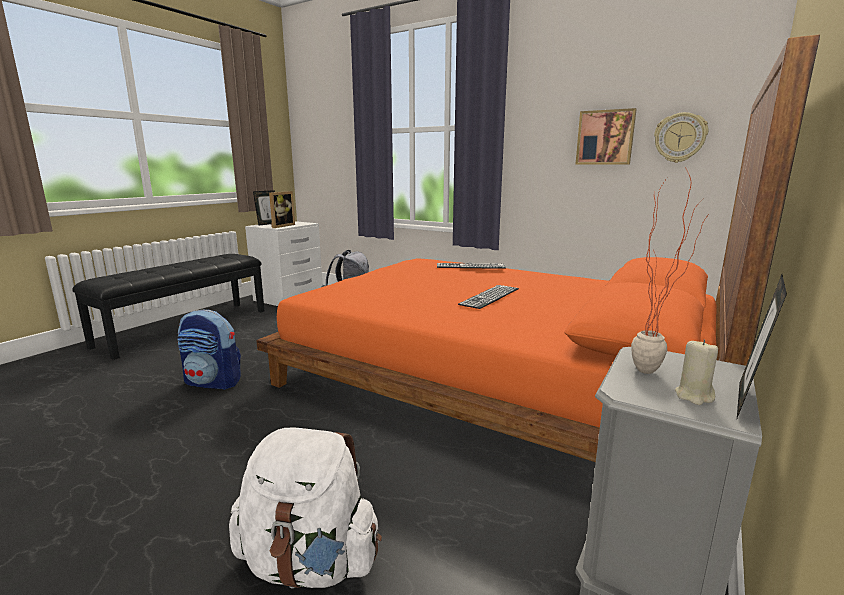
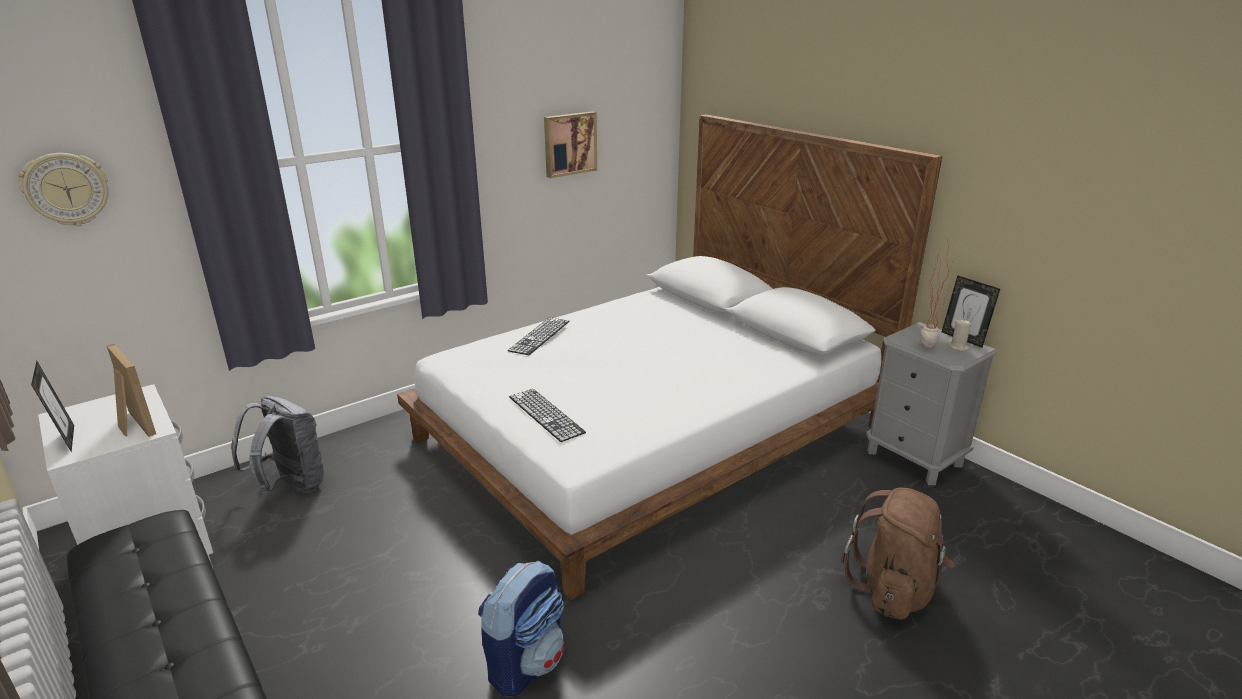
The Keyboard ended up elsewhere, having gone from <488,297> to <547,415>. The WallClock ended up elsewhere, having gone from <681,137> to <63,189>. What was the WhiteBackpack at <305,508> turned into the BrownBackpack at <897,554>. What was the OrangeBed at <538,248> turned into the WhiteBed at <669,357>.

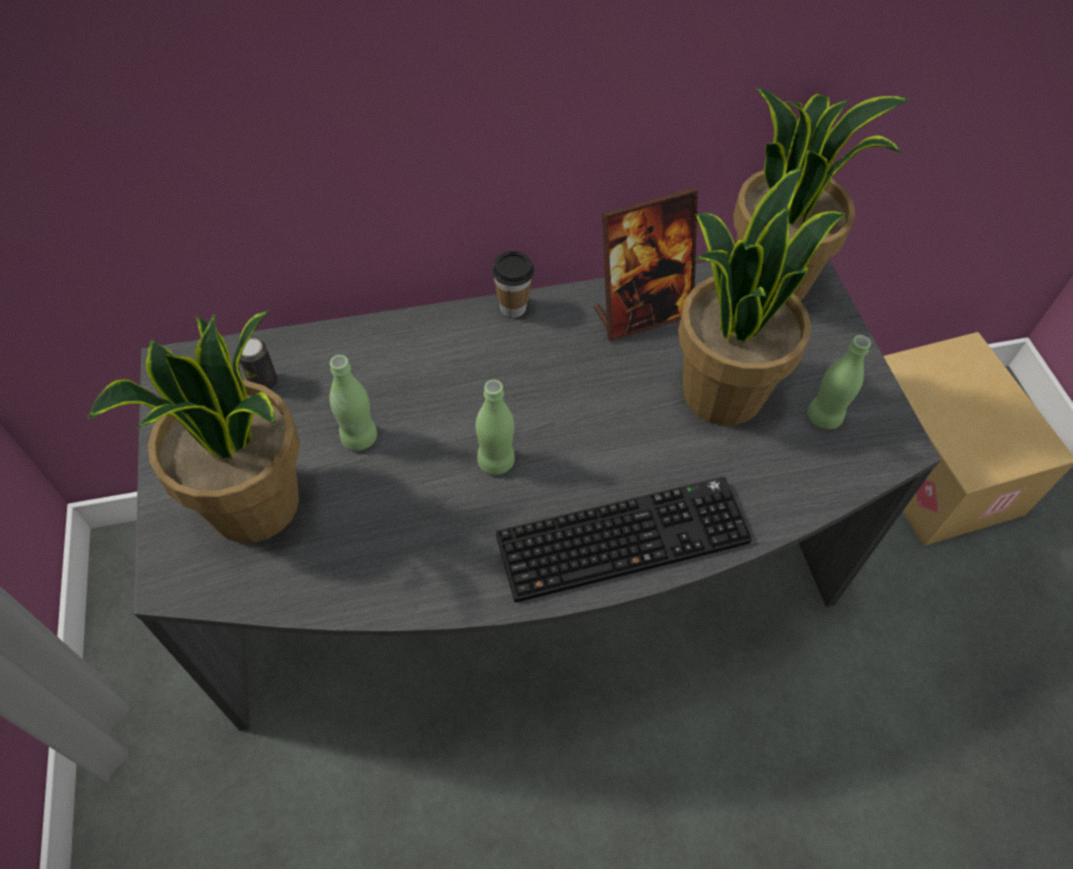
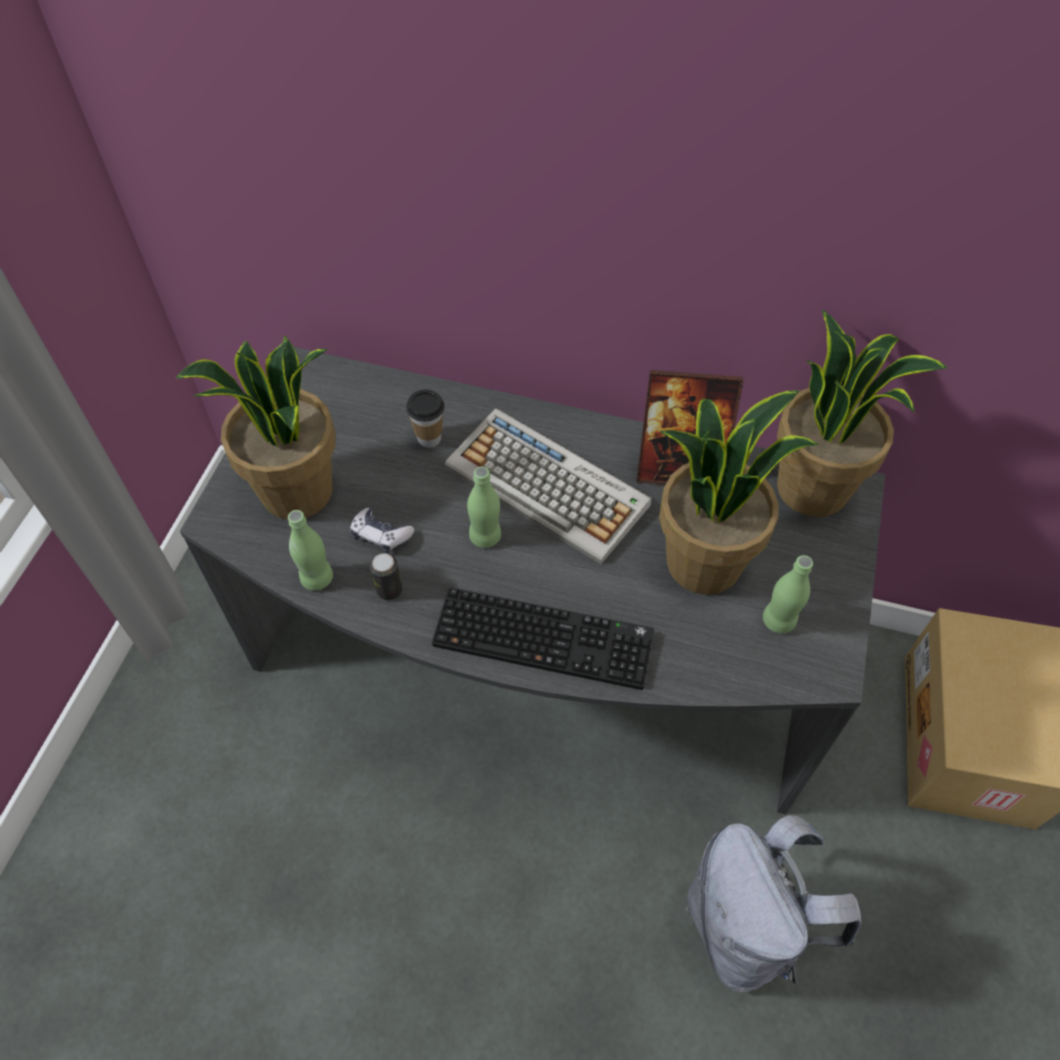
The second view gained the GameController at <382,530>. The second view gained the Keyboard at <548,486>. The second view gained the GreyBackpack at <774,903>. The Can ended up elsewhere, having gone from <259,364> to <386,576>. The GreenBottle ended up elsewhere, having gone from <353,402> to <310,550>. The Cup ended up elsewhere, having gone from <513,284> to <425,418>.

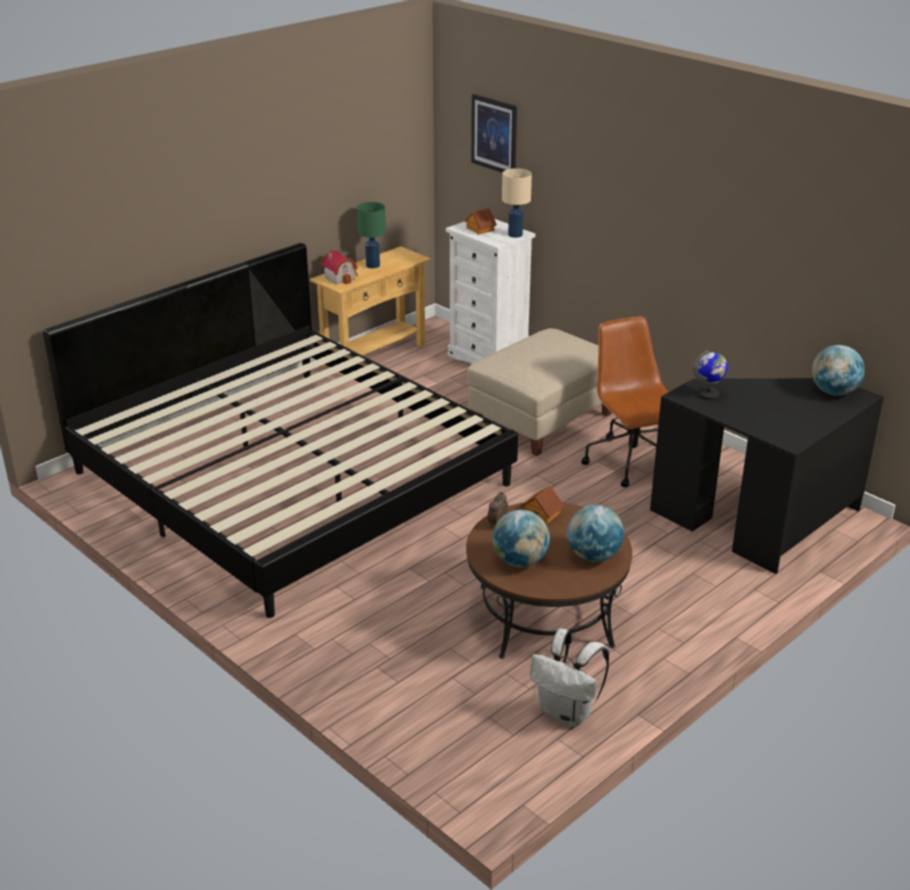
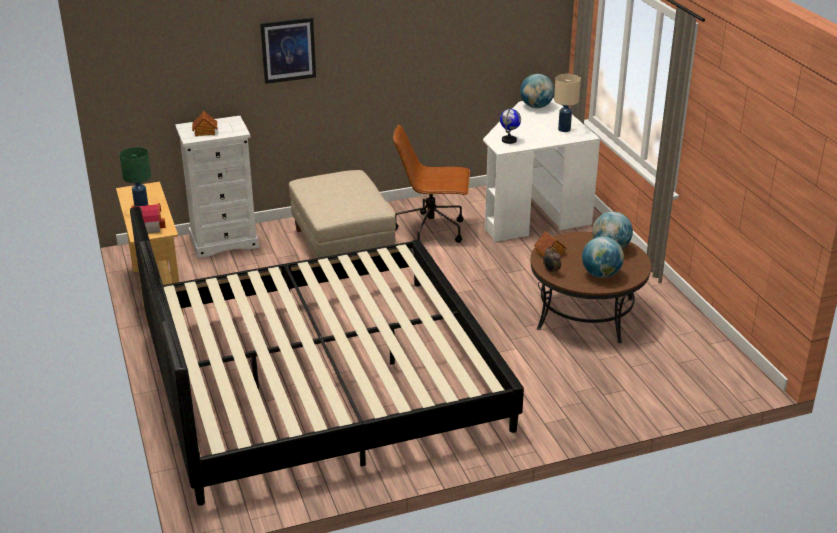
The second view lost the WhiteBackpack at <569,678>. The Picture ended up elsewhere, having gone from <494,133> to <288,50>. The BeigeTableLamp ended up elsewhere, having gone from <517,203> to <567,103>. What was the BlackDesk at <767,476> turned into the WhiteDesk at <541,170>.

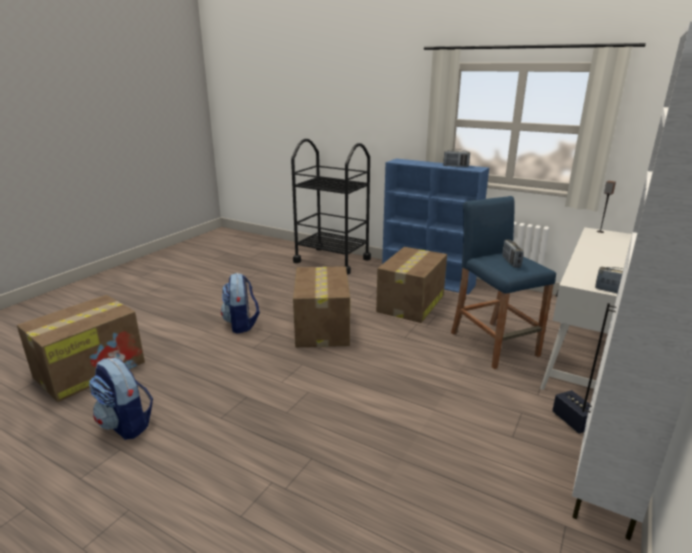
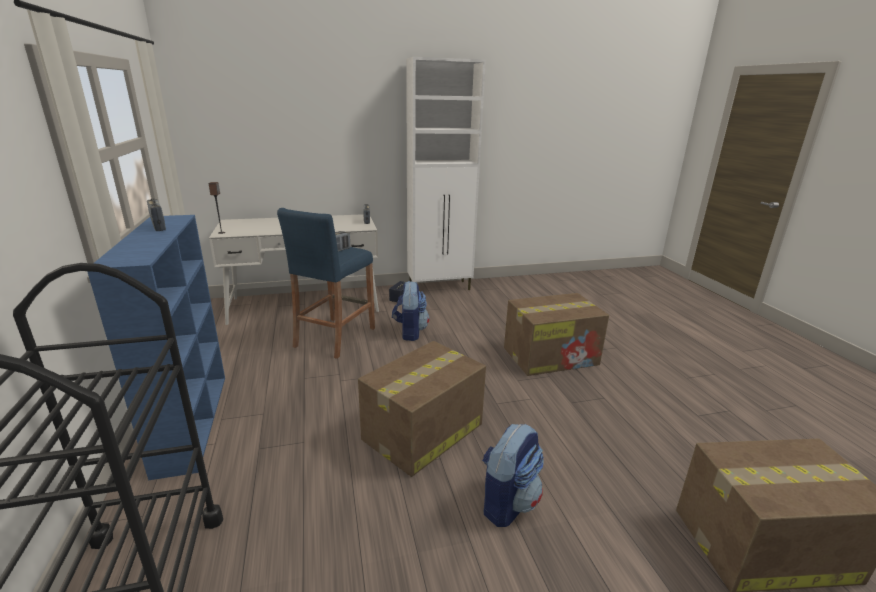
The Backpack ended up elsewhere, having gone from <121,399> to <410,311>. The CardboardBox ended up elsewhere, having gone from <411,285> to <556,334>.

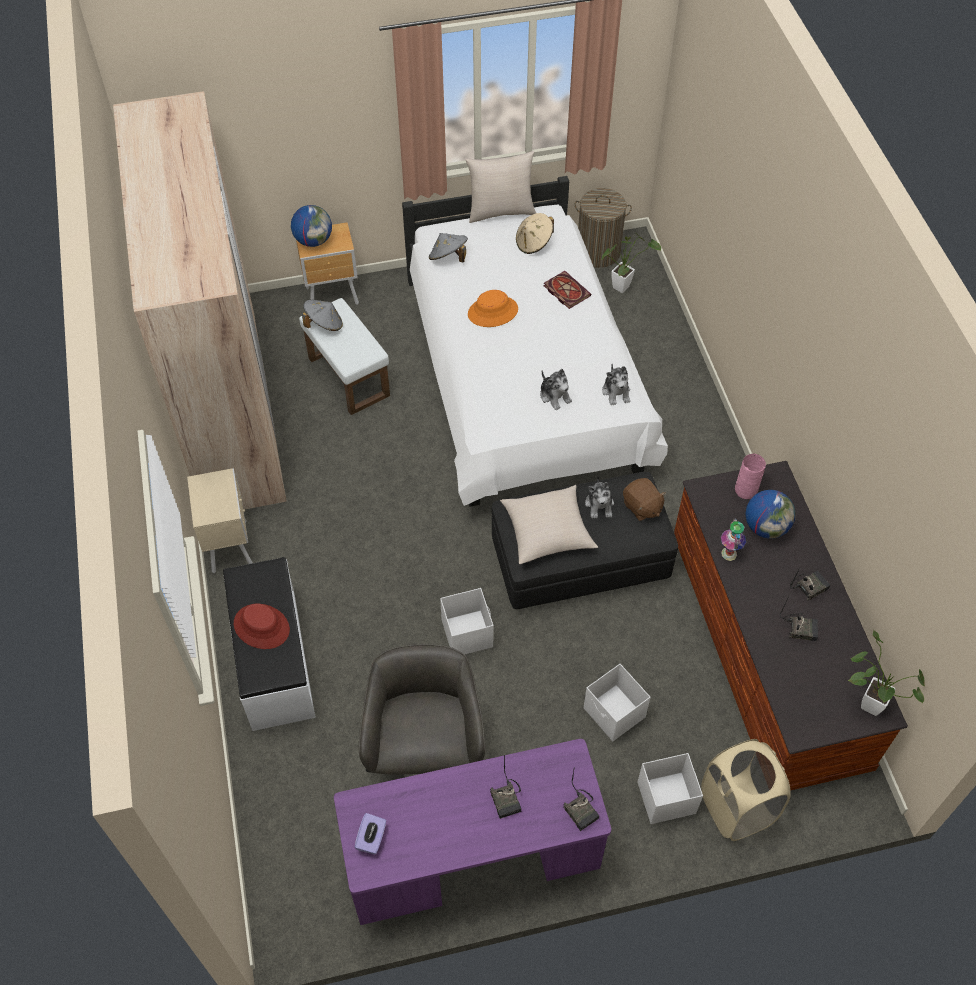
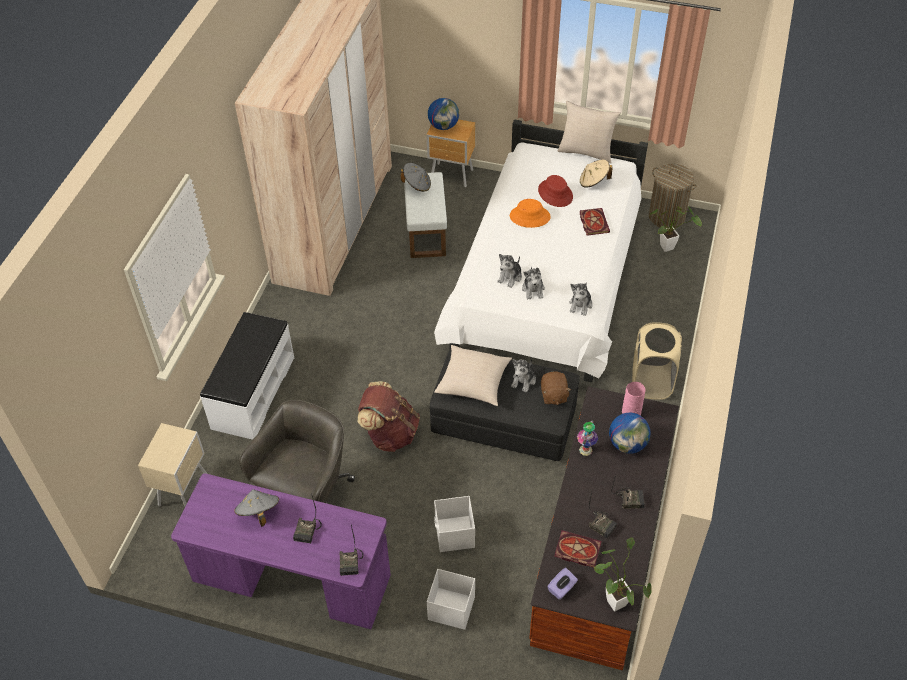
The second view gained the PlushToy at <509,271>. The second view gained the Book at <578,549>. The BeigeNightstand ended up elsewhere, having gone from <220,520> to <173,465>. The RedHat ended up elsewhere, having gone from <262,626> to <555,191>. The PurpleTissueBox ended up elsewhere, having gone from <370,833> to <562,584>. The GreyHat ended up elsewhere, having gone from <448,248> to <256,508>. The BeigeLaundryBasket ended up elsewhere, having gone from <746,790> to <657,361>. Where the WhiteStorageBox stood at <466,621>, the BrownBackpack came to stand at <389,416>.

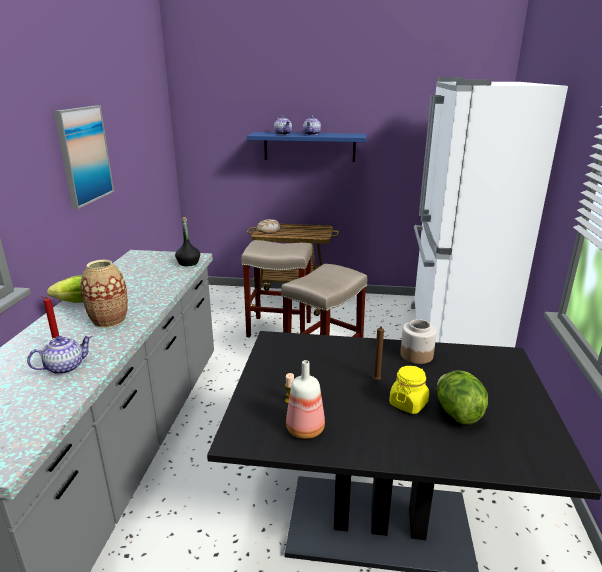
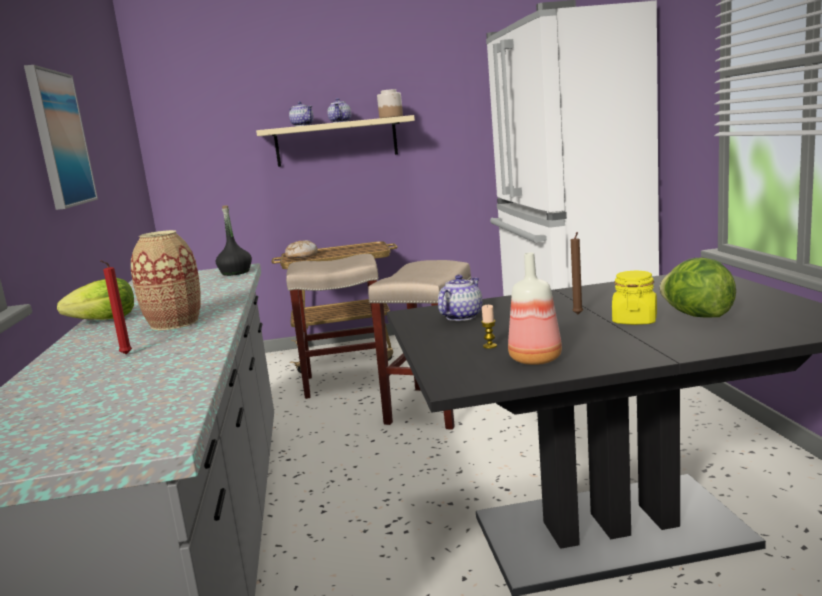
The Teapot ended up elsewhere, having gone from <59,355> to <460,298>. The Jar ended up elsewhere, having gone from <418,341> to <390,103>. What was the BlueShelf at <307,147> turned into the BeigeShelf at <335,141>.

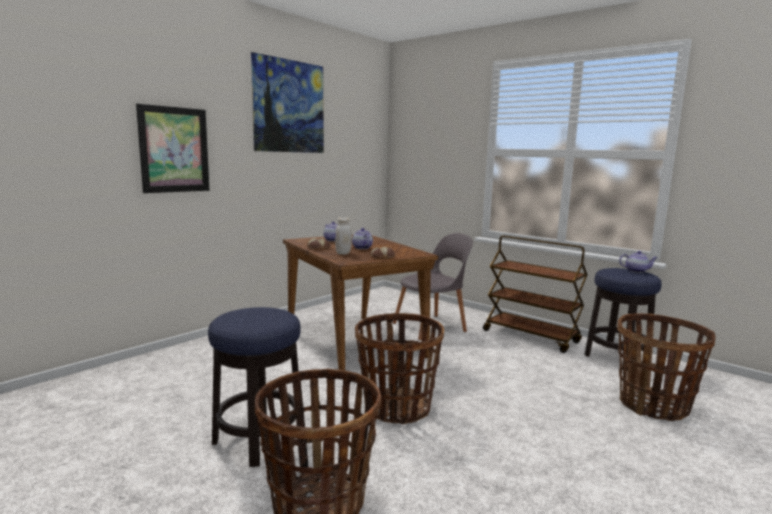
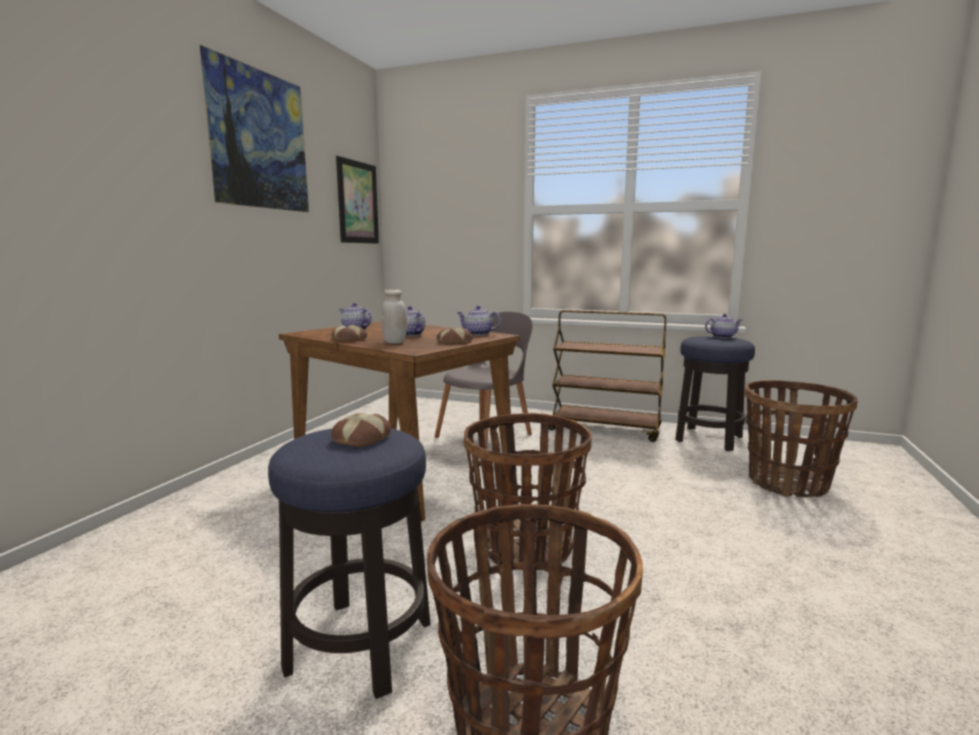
The second view gained the Bread at <361,430>. The second view gained the Teapot at <479,320>. The Picture ended up elsewhere, having gone from <172,148> to <357,200>.

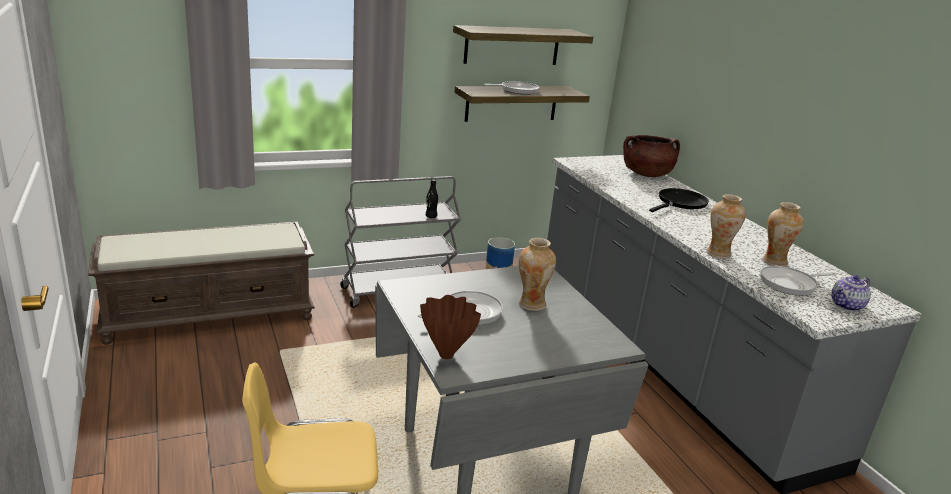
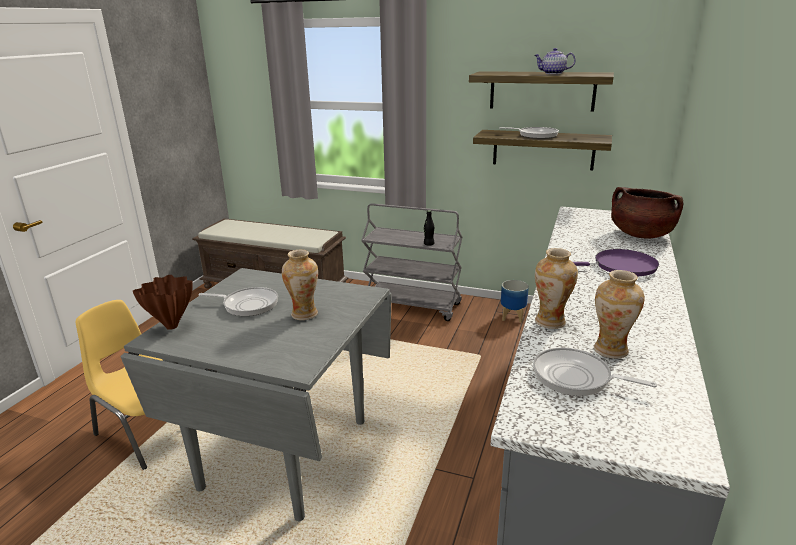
The Teapot ended up elsewhere, having gone from <851,293> to <555,61>. What was the BlackFryingPan at <679,200> turned into the PurpleFryingPan at <616,263>.

